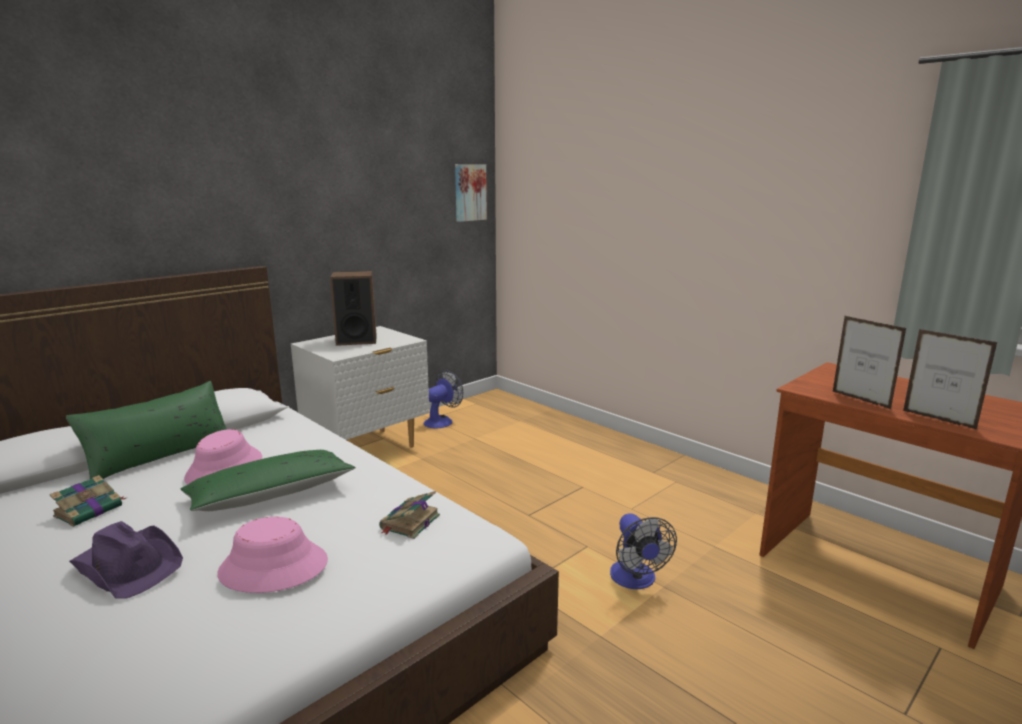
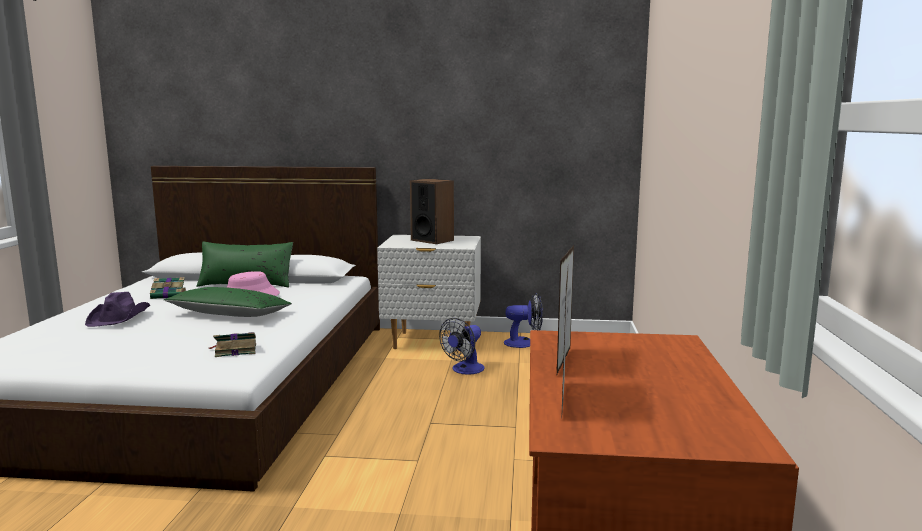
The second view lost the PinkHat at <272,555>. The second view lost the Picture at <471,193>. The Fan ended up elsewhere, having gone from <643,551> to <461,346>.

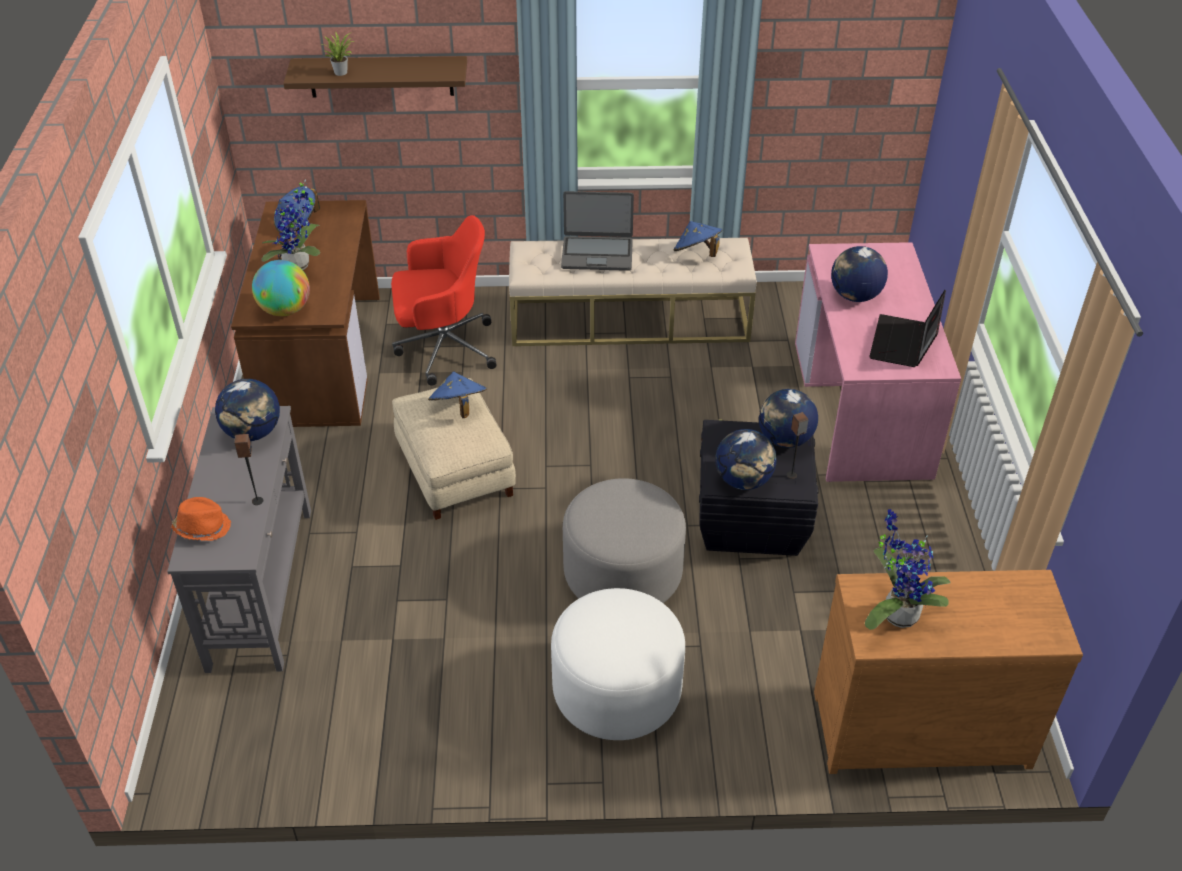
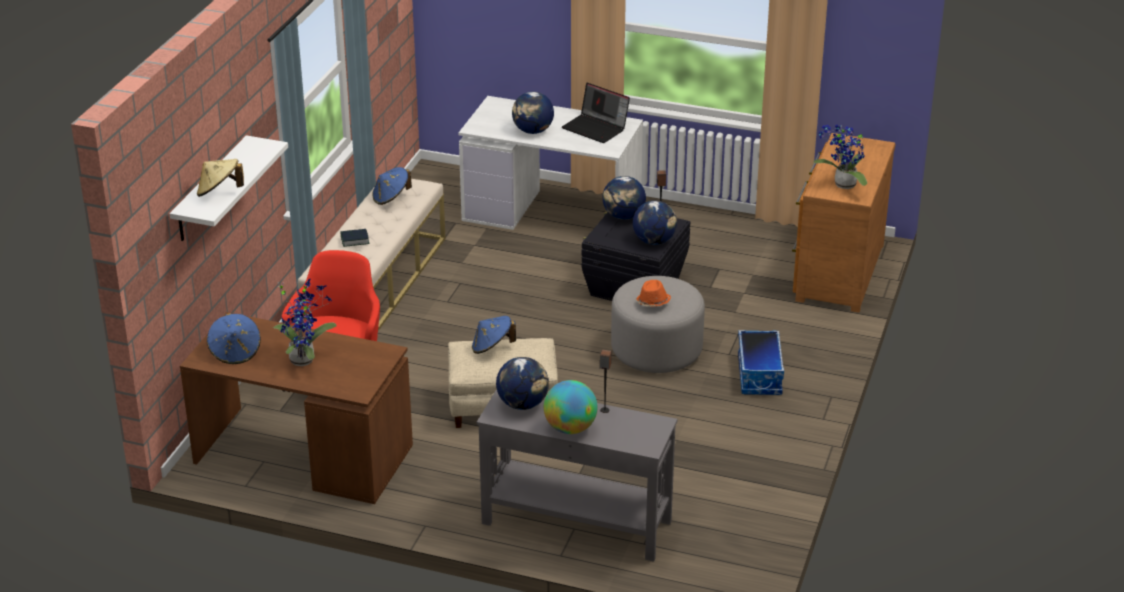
The OrangeHat ended up elsewhere, having gone from <201,519> to <653,293>. The Globe ended up elsewhere, having gone from <281,288> to <571,407>. Where the PottedPlant stood at <339,54>, the BeigeHat came to stand at <220,178>. Where the WhiteOttoman stood at <618,664>, the StorageBox came to stand at <761,362>. Where the Laptop stood at <597,231>, the Book came to stand at <354,238>. What was the BrownShelf at <375,77> turned into the WhiteShelf at <228,188>. What was the PinkDesk at <878,362> turned into the WhiteDesk at <551,163>.

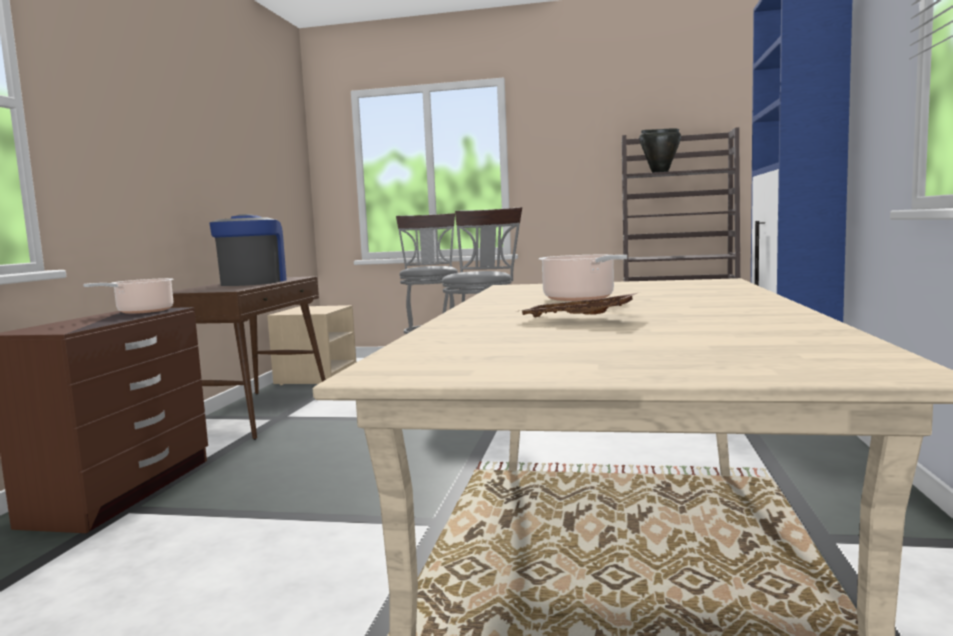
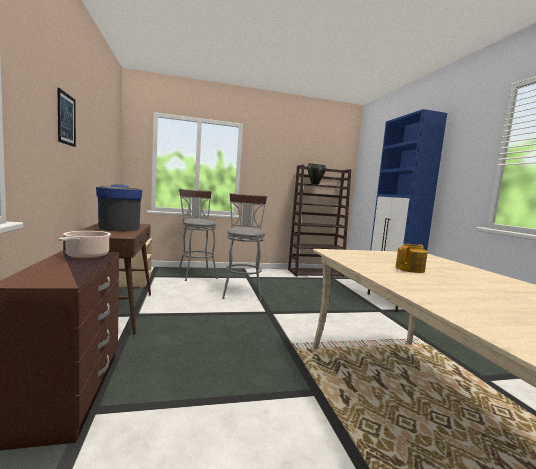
The second view lost the BrownTray at <581,304>. The second view gained the Picture at <67,117>. Where the CookingPot stood at <583,278>, the Teapot came to stand at <411,258>.

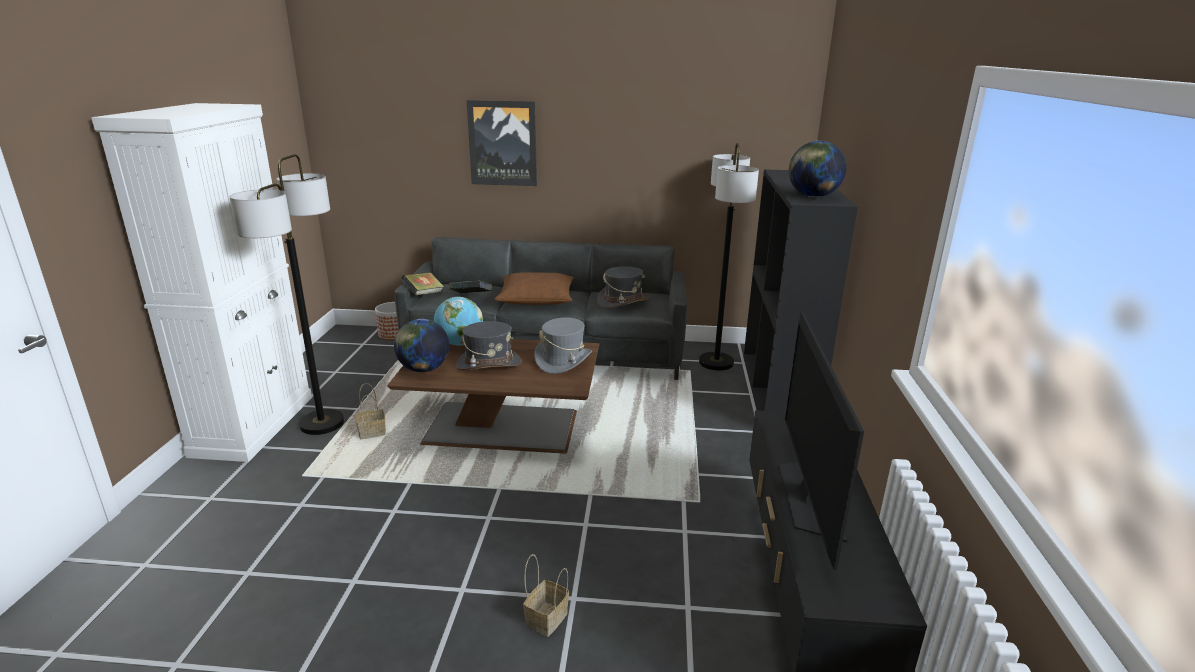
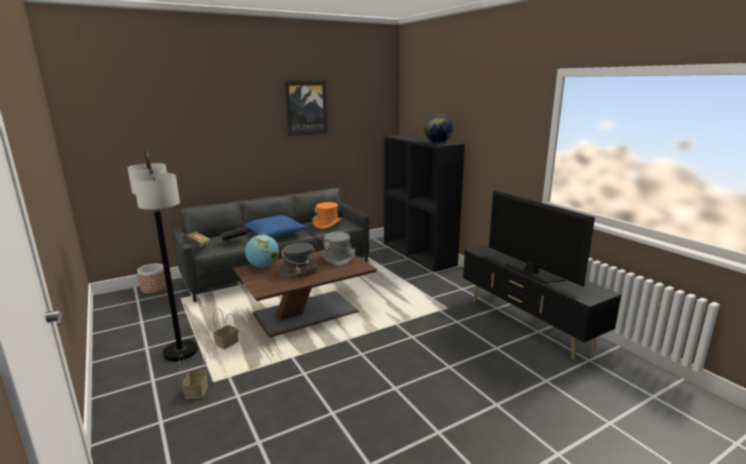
The second view lost the WhiteCabinet at <201,282>. The second view lost the Globe at <421,345>. The second view lost the FloorLamp at <729,256>. The Picture ended up elsewhere, having gone from <502,143> to <306,108>. The Basket ended up elsewhere, having gone from <546,595> to <193,376>. What was the BrownPillow at <534,288> turned into the BluePillow at <275,226>. What was the GreyHat at <623,287> turned into the OrangeHat at <327,215>.

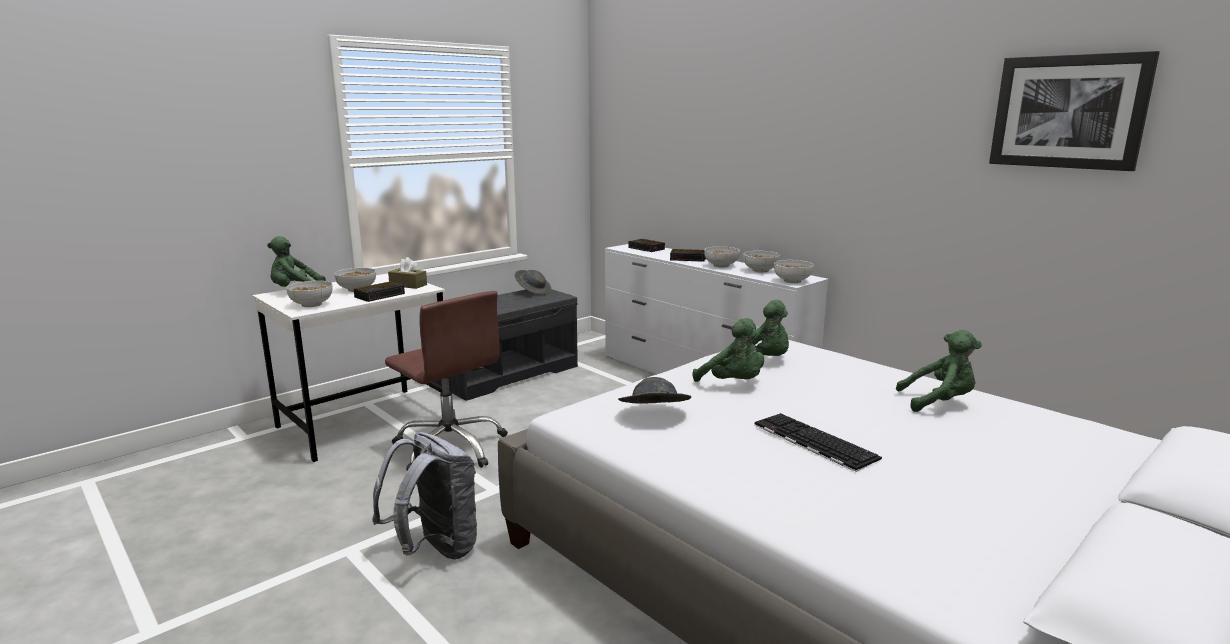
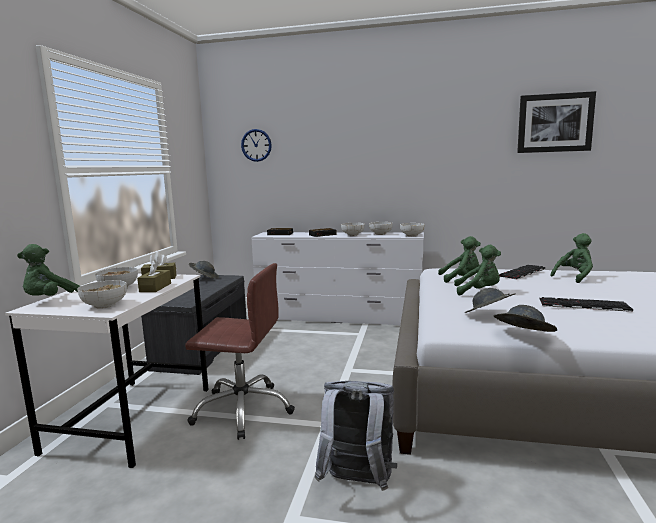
The second view gained the WallClock at <256,145>. The second view gained the GreyHat at <526,318>. The second view gained the Keyboard at <522,272>. Where the AlarmClock stood at <379,292>, the BrownTissueBox came to stand at <154,276>.

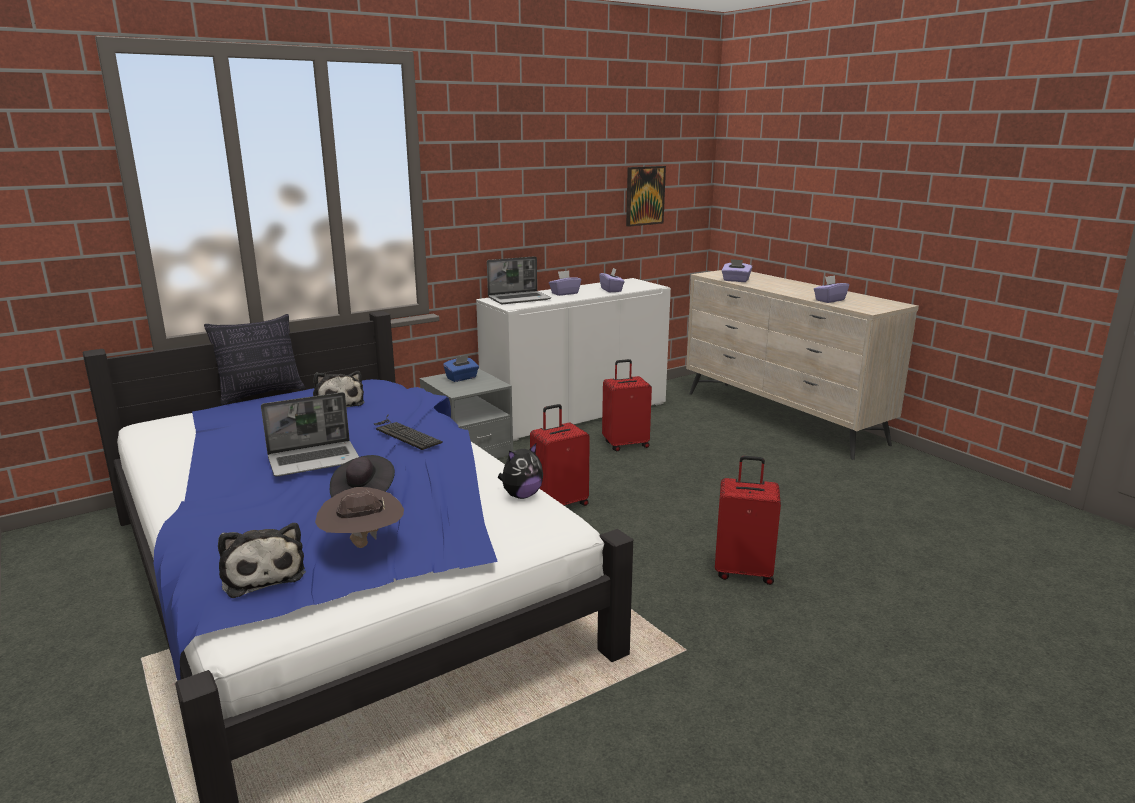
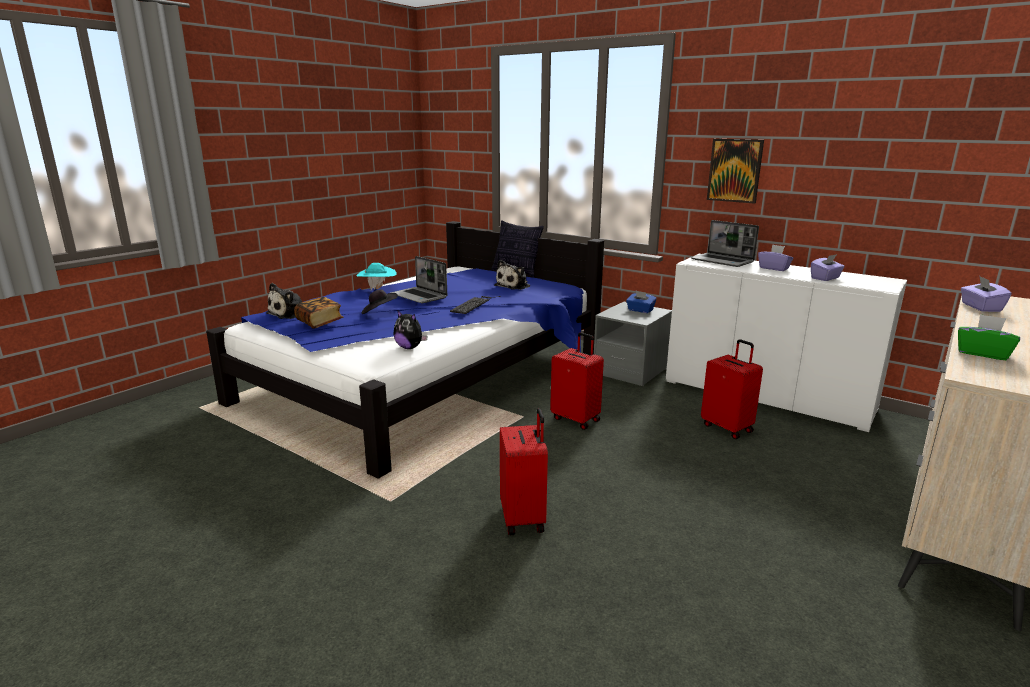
The second view gained the TurquoiseHat at <376,276>. The Picture ended up elsewhere, having gone from <646,196> to <735,171>. Where the BrownHat stood at <359,517>, the Book came to stand at <318,313>. What was the PurpleTissueBox at <831,289> turned into the GreenTissueBox at <989,337>.

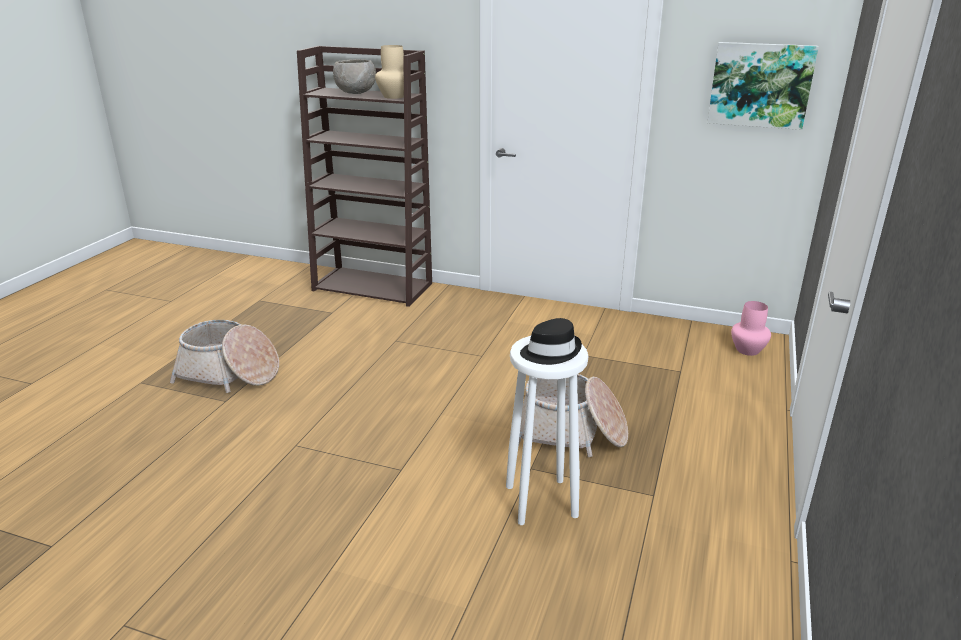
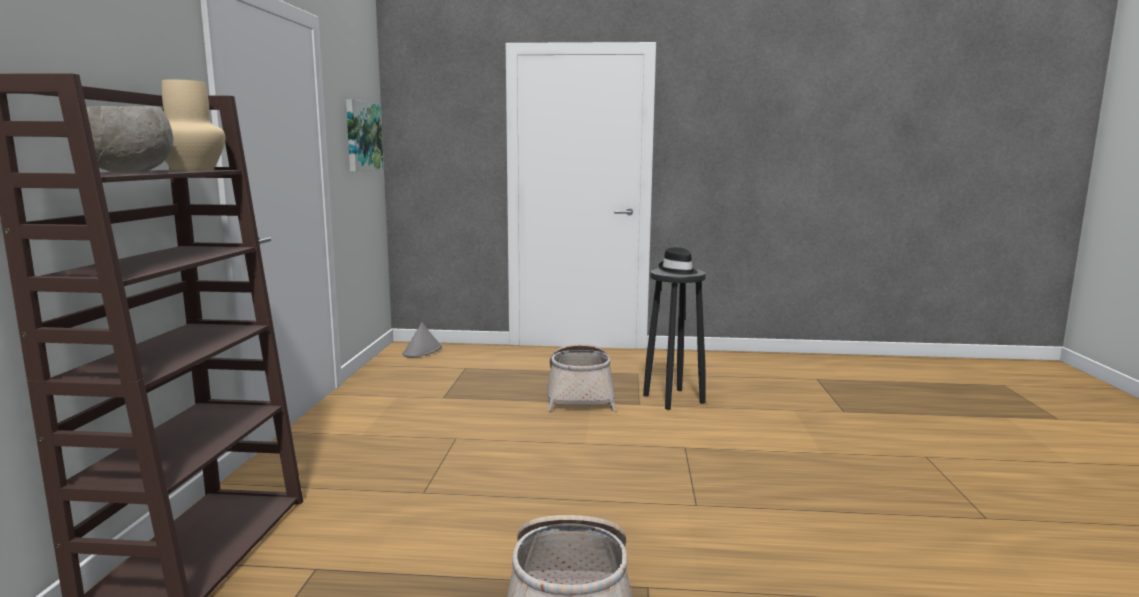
Where the PinkVase stood at <751,328>, the GreyHat came to stand at <422,339>. What was the WhiteStool at <547,430> turned into the BlackStool at <674,339>.

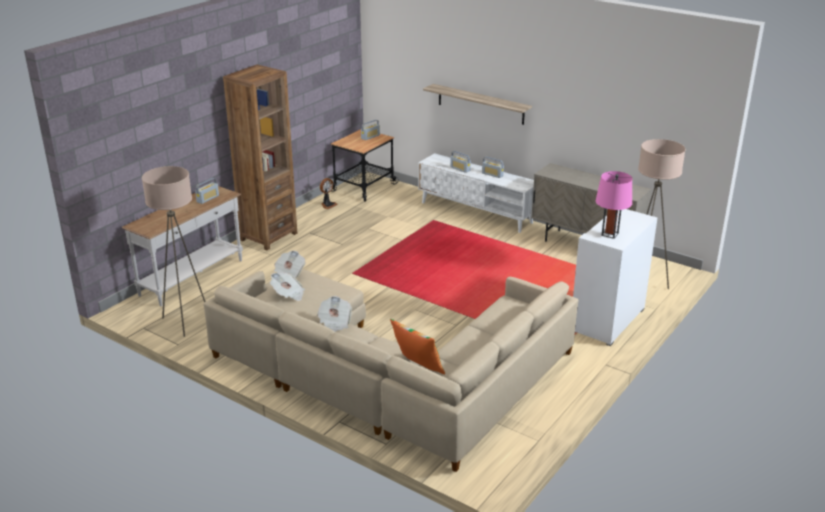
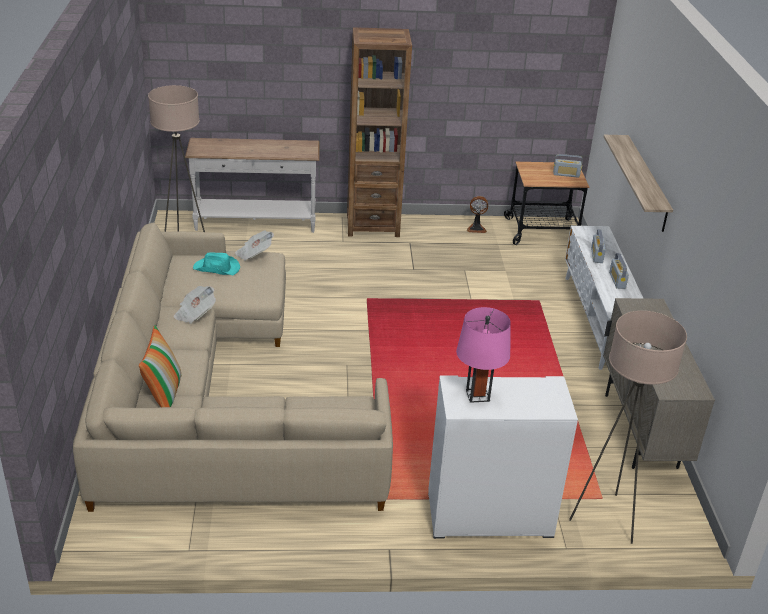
The second view lost the Radio at <207,191>. Where the Newspaper stood at <287,286>, the TurquoiseHat came to stand at <216,263>.

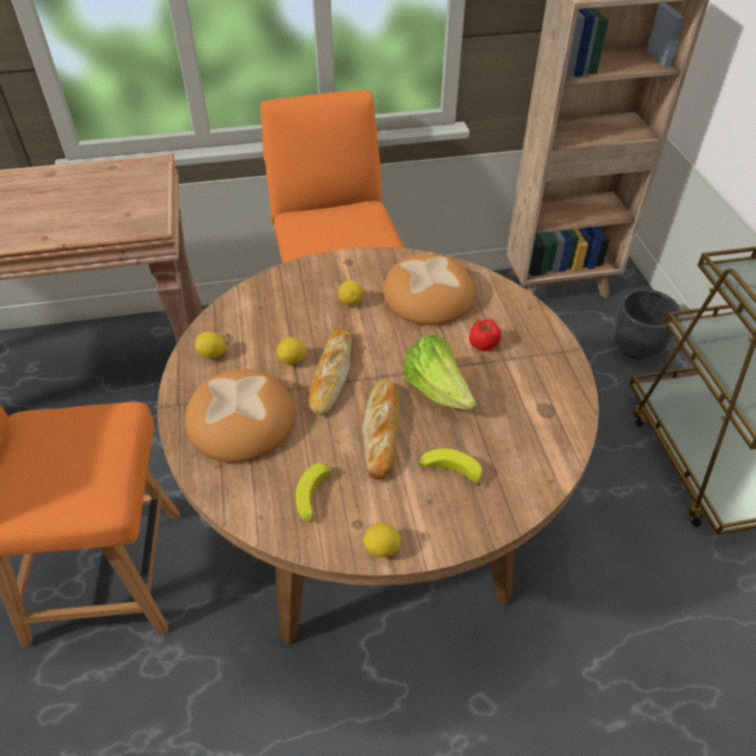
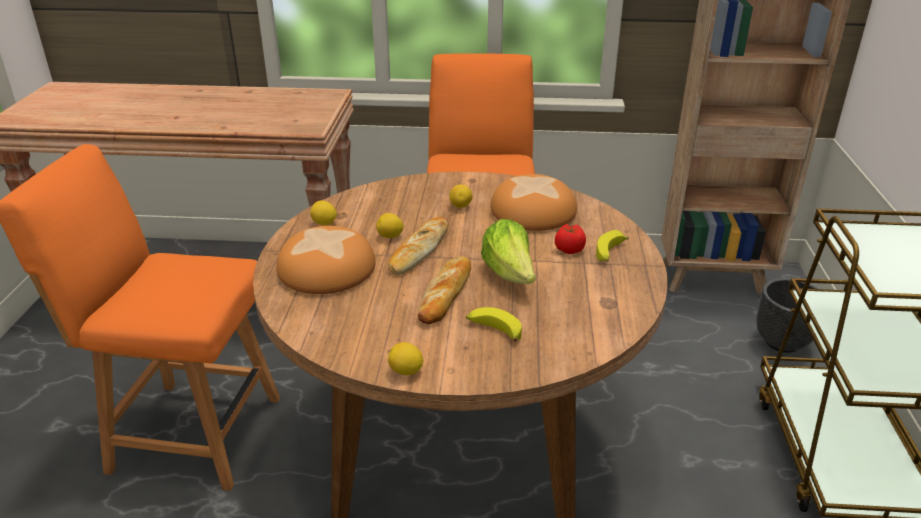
The Banana ended up elsewhere, having gone from <315,492> to <612,245>.

